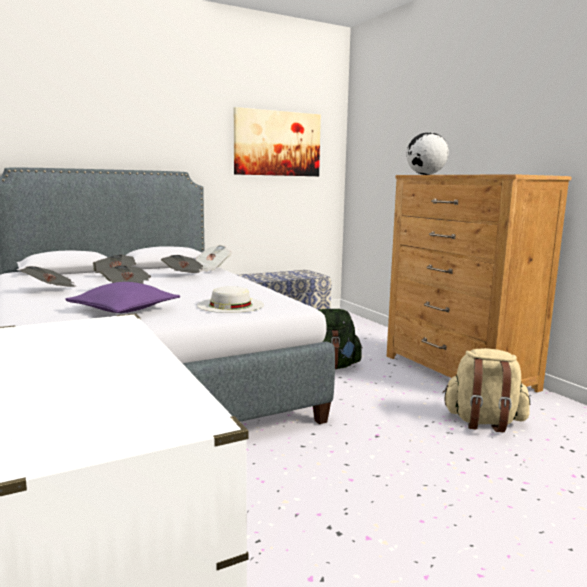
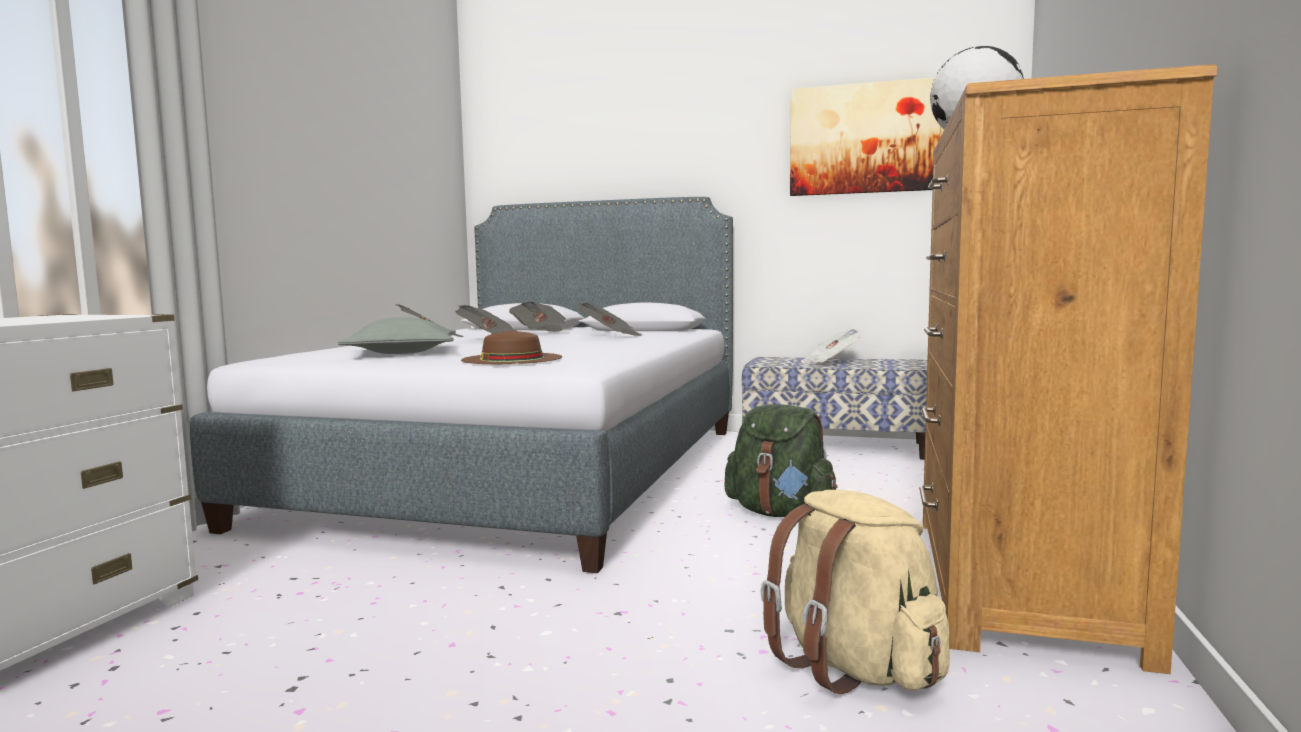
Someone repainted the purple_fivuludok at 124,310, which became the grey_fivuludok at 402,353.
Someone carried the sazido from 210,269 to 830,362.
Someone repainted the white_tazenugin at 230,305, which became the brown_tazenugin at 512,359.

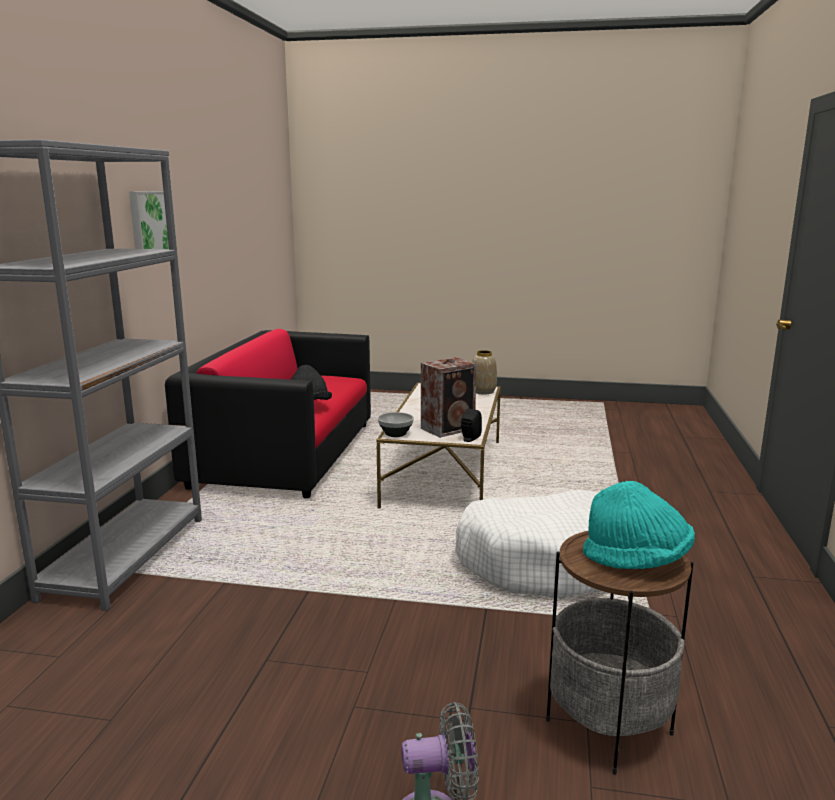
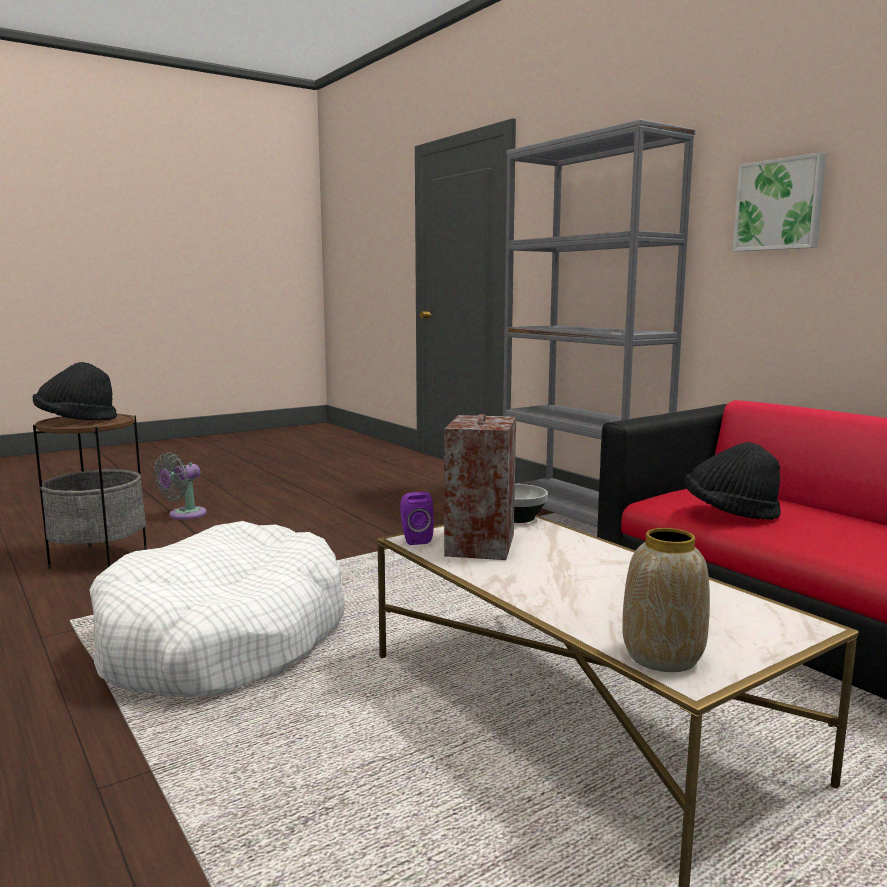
Someone repainted the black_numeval at 469,439, which became the purple_numeval at 415,539.
Someone repainted the turquoise_tazenugin at 636,560, which became the black_tazenugin at 76,421.

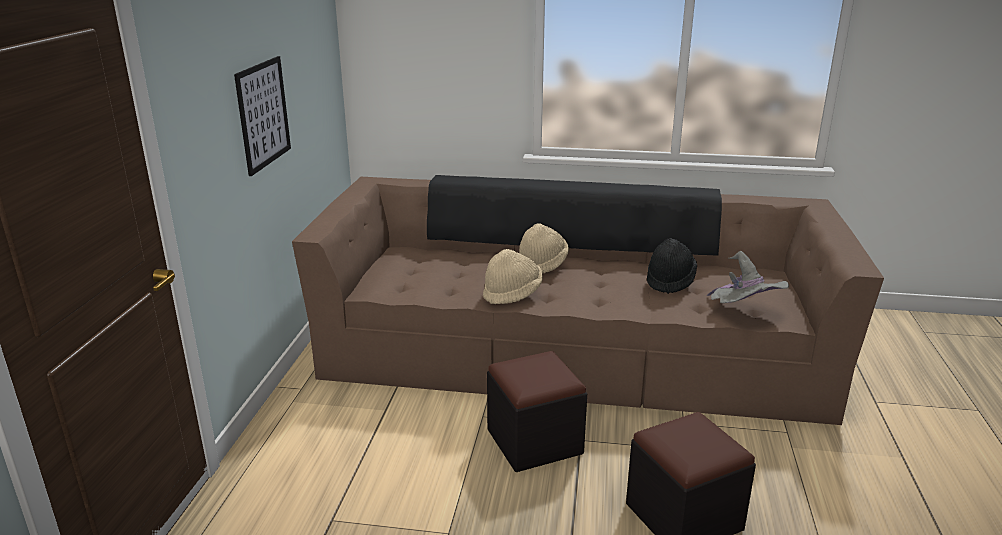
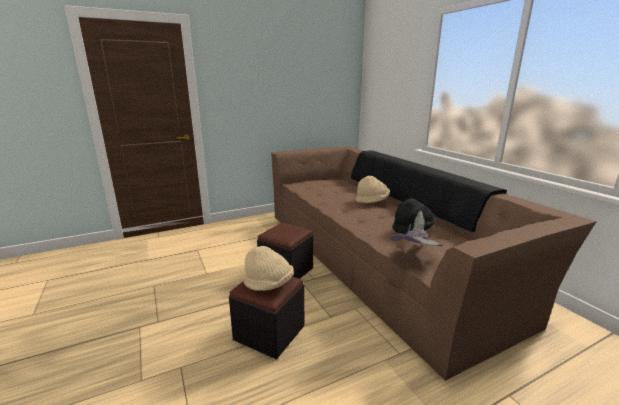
Someone took away the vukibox at 263,114.
Someone carried the beige_tazenugin from 512,294 to 269,284.

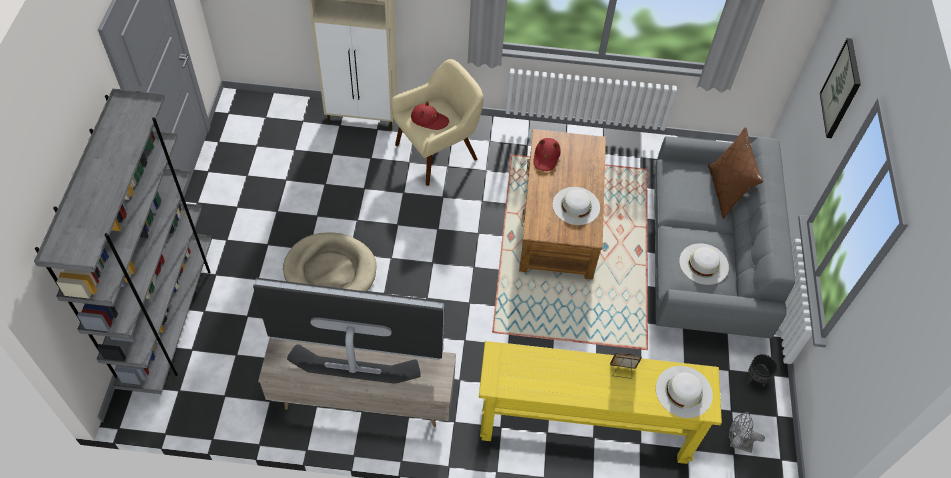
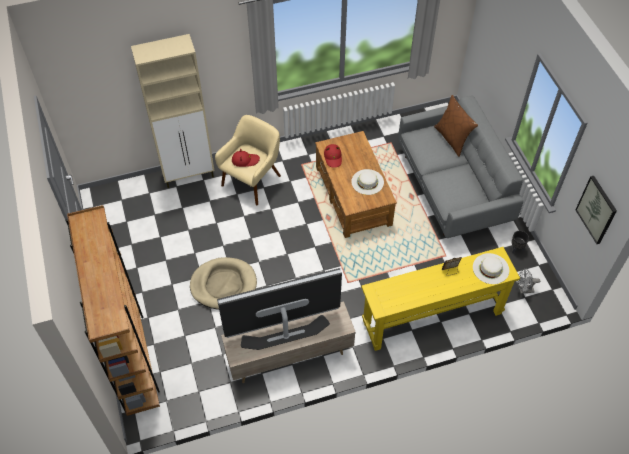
Someone repainted the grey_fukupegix at 170,318, which became the brown_fukupegix at 133,358.
Someone took away the white_tazenugin at 703,264.
Someone carried the vukibox from 841,89 to 597,209.

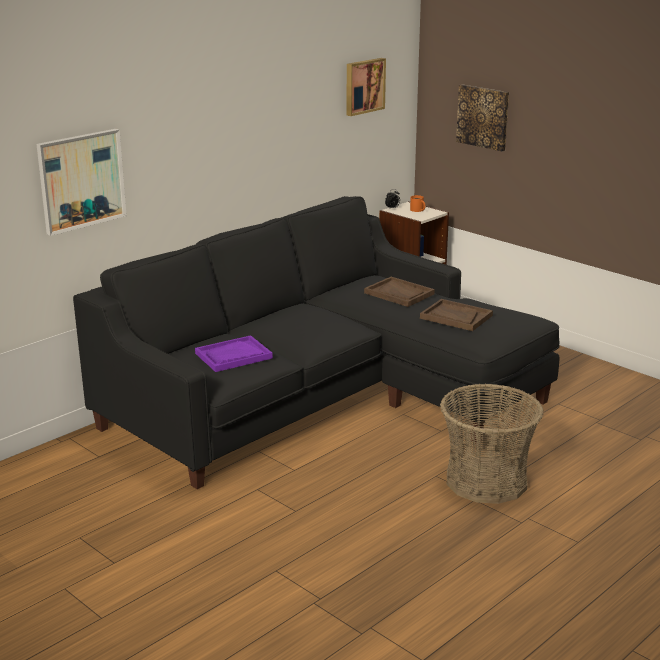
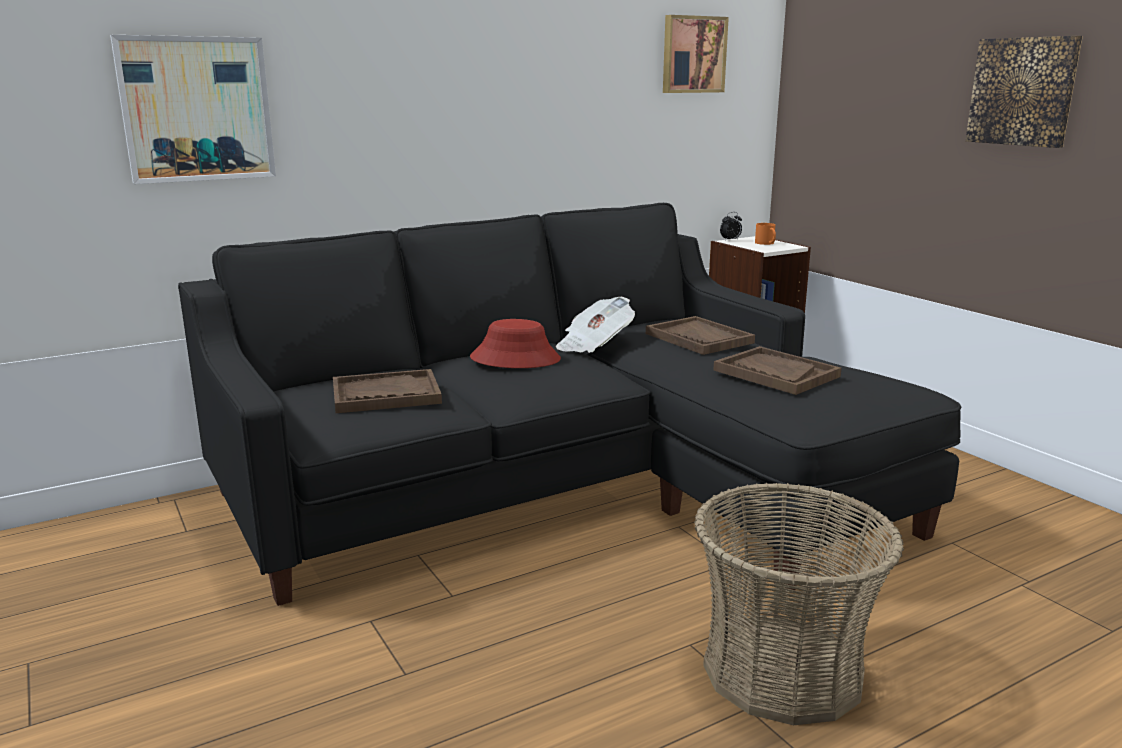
Someone repainted the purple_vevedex at 233,356, which became the brown_vevedex at 385,394.
Someone carried the vukibox from 483,117 to 1023,91.
Someone put down the red_tazenugin at 515,359.
Someone put down the sazido at 594,345.

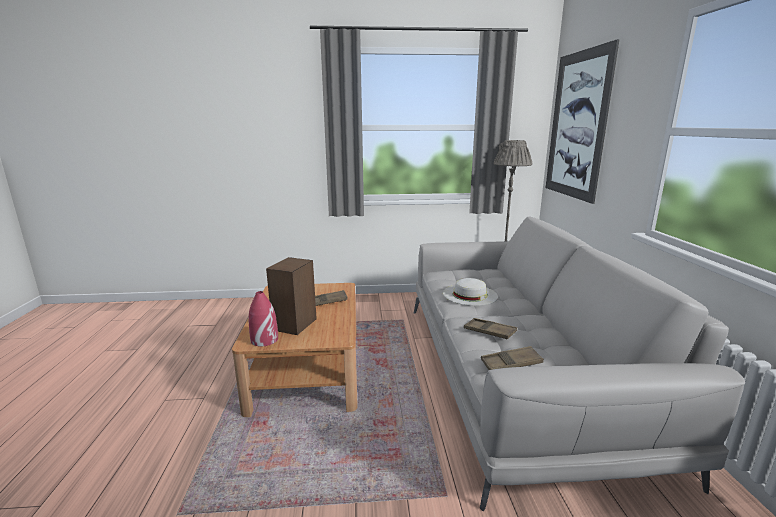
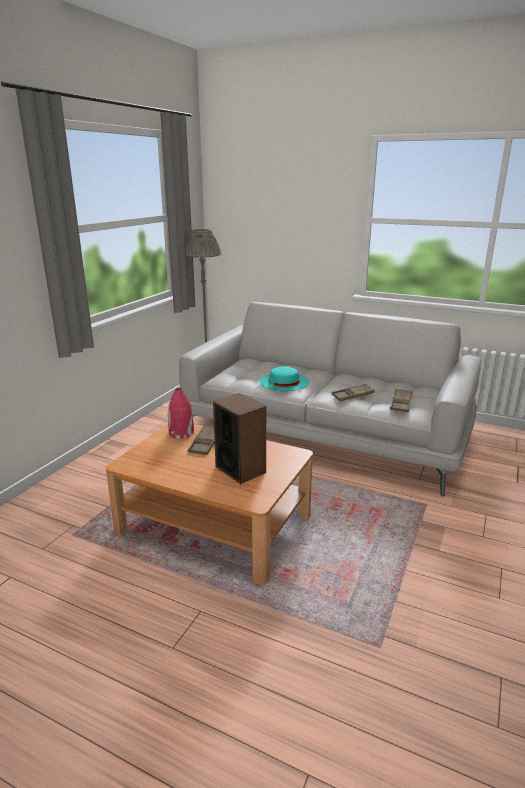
Someone carried the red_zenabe from 264,340 to 181,433.
Someone repainted the white_tazenugin at 470,294, which became the turquoise_tazenugin at 284,381.
Someone took away the vukibox at 577,125.

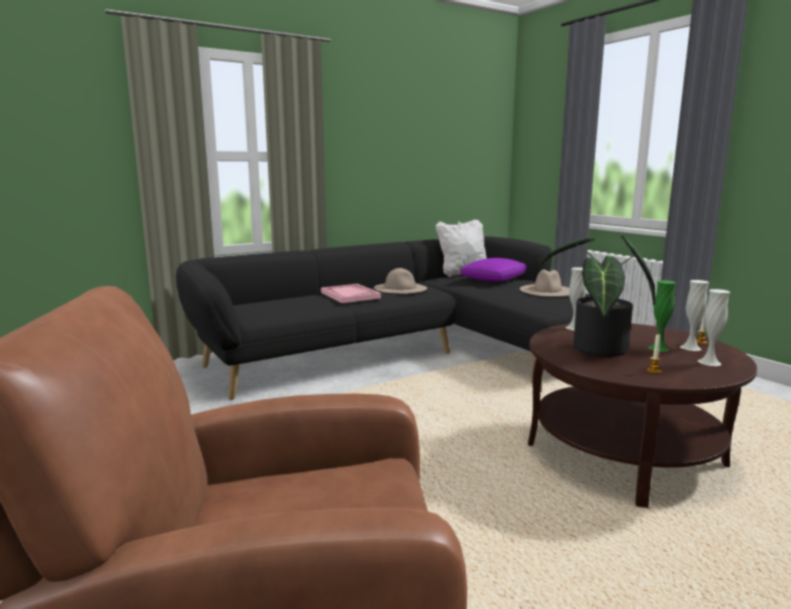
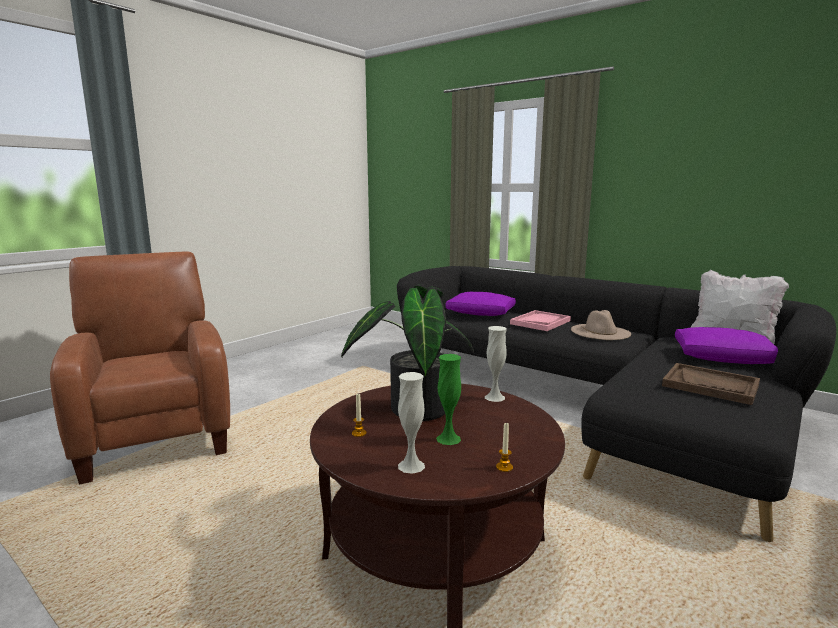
Someone swapped the beige_tazenugin at 547,290 for the brown_vevedex at 710,385.
Someone took away the white_zenabe at 690,347.
Someone put down the purple_fivuludok at 481,313.

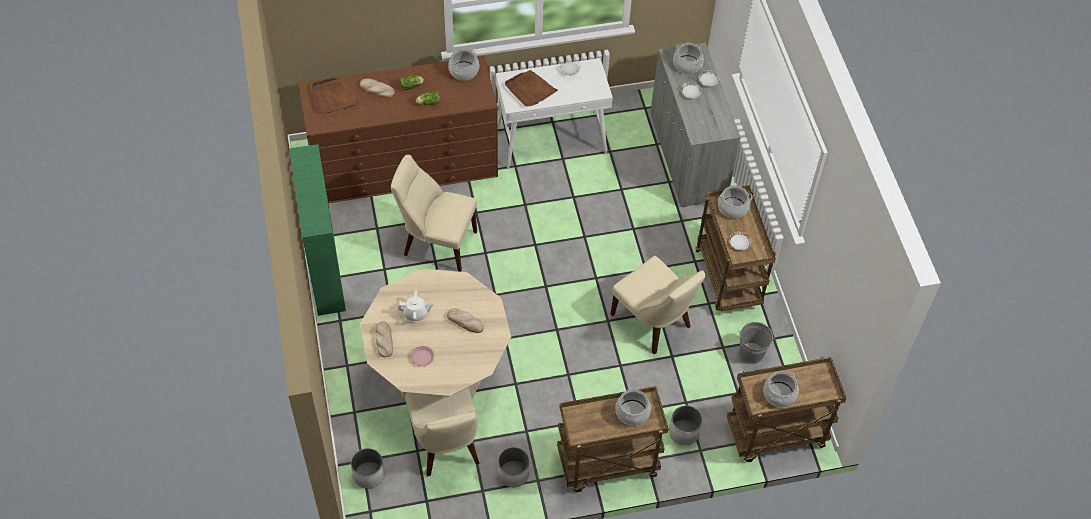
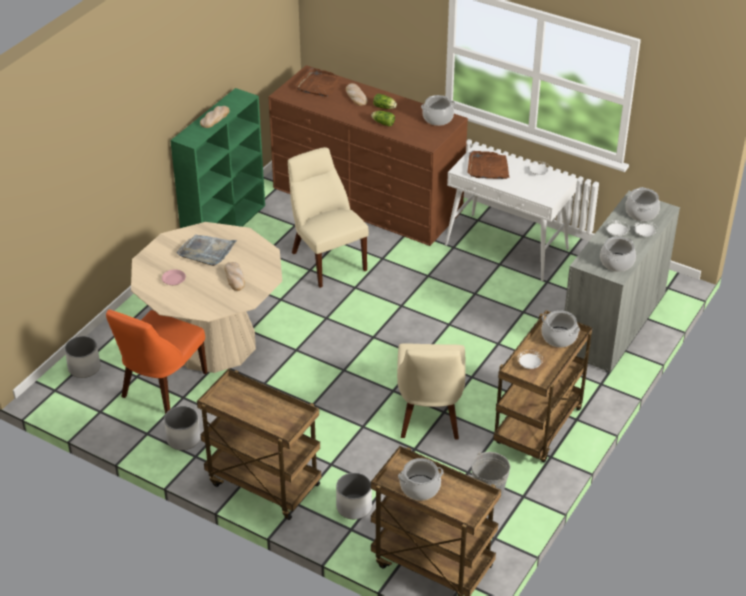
Someone carried the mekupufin from 384,340 to 215,118.
Someone swapped the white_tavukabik at 416,314 for the grey_vevedex at 207,251.
Someone repainted the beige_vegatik at 446,444, which became the orange_vegatik at 161,387.
Someone carried the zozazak from 632,412 to 616,262.

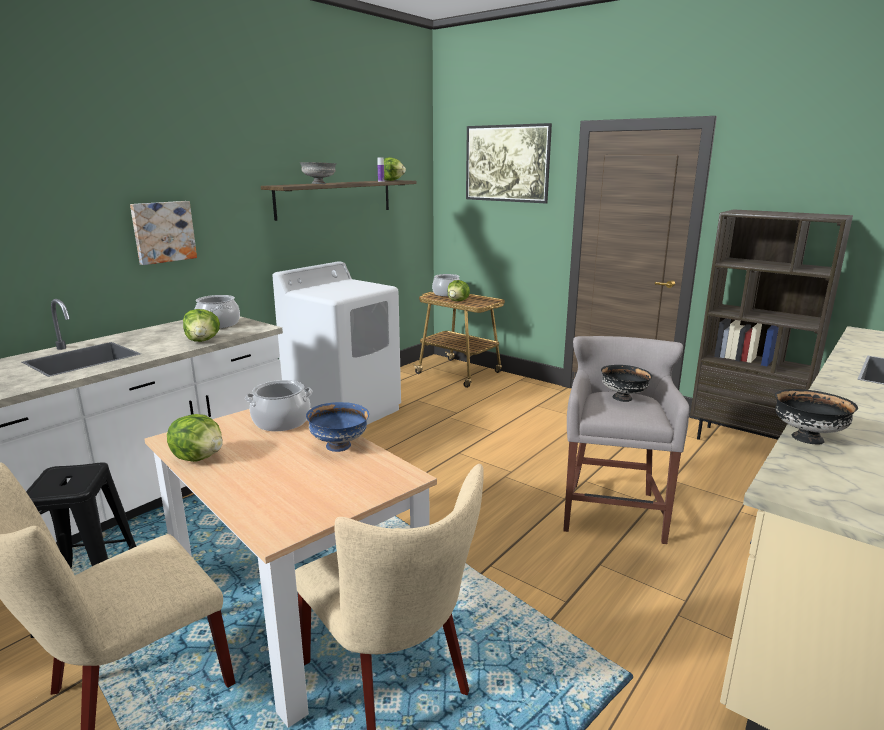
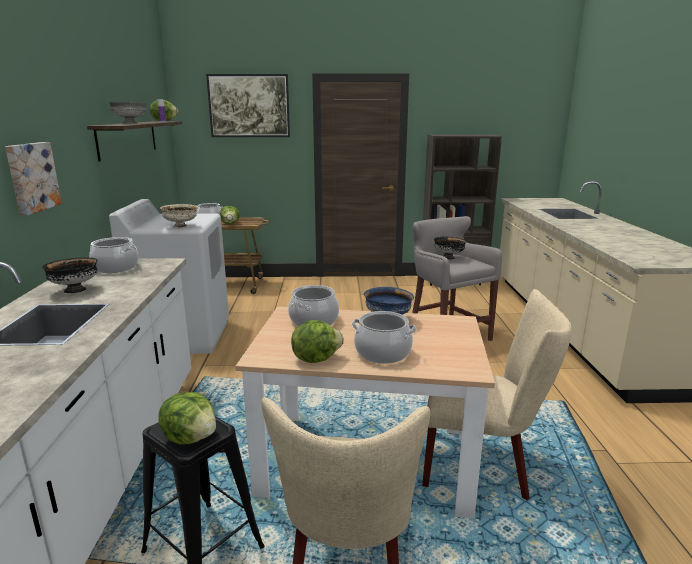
Someone carried the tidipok from 203,341 to 191,437.
Someone carried the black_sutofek from 806,438 to 74,290.
Someone put down the beige_sutofek at 181,227.
Someone put down the zozazak at 382,353.

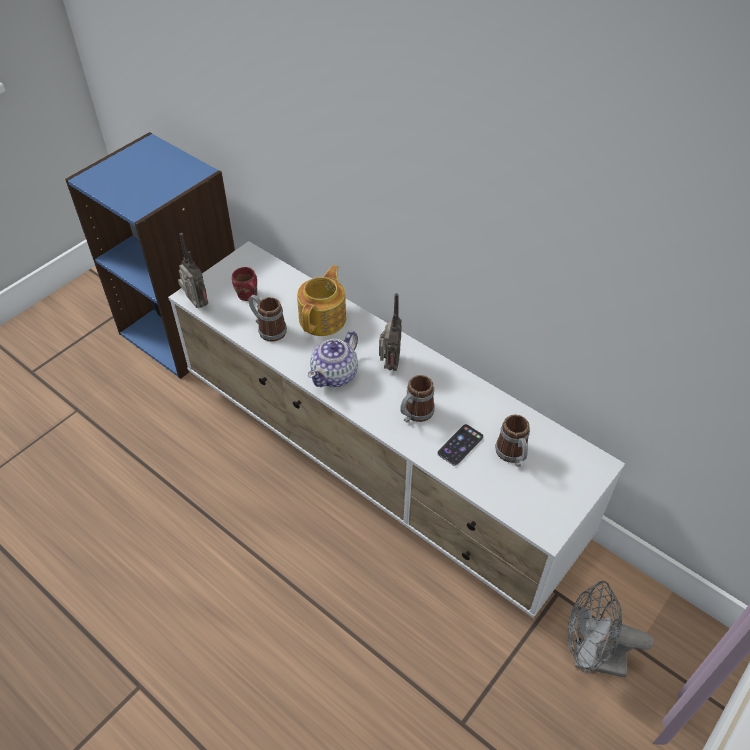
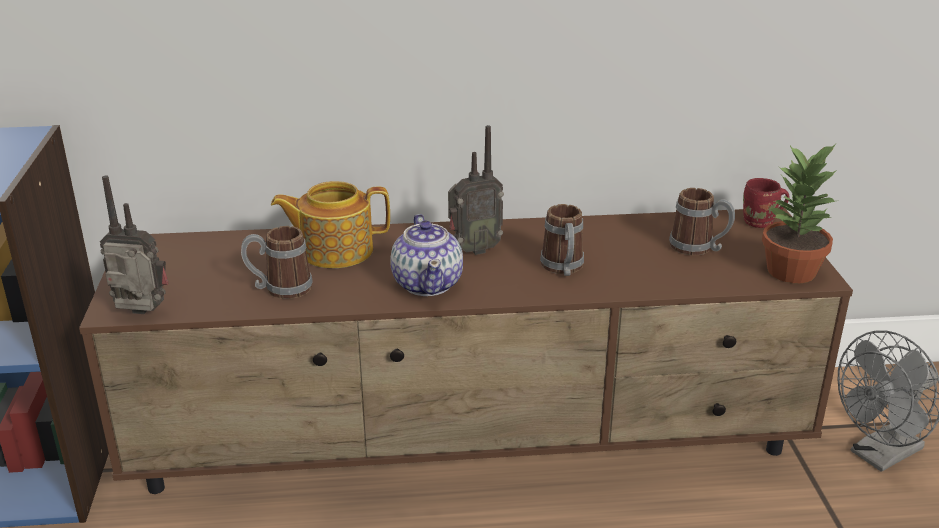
Someone repainted the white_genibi at 377,465, which became the brown_genibi at 473,445.
Someone carried the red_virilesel from 247,296 to 760,223.
Someone rotated the tavukabik at 323,318 by 75 degrees counterclockwise.
Someone rotated the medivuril at 389,366 by 105 degrees clockwise.
Someone took away the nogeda at 460,445.
Someone put down the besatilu at 792,272.

